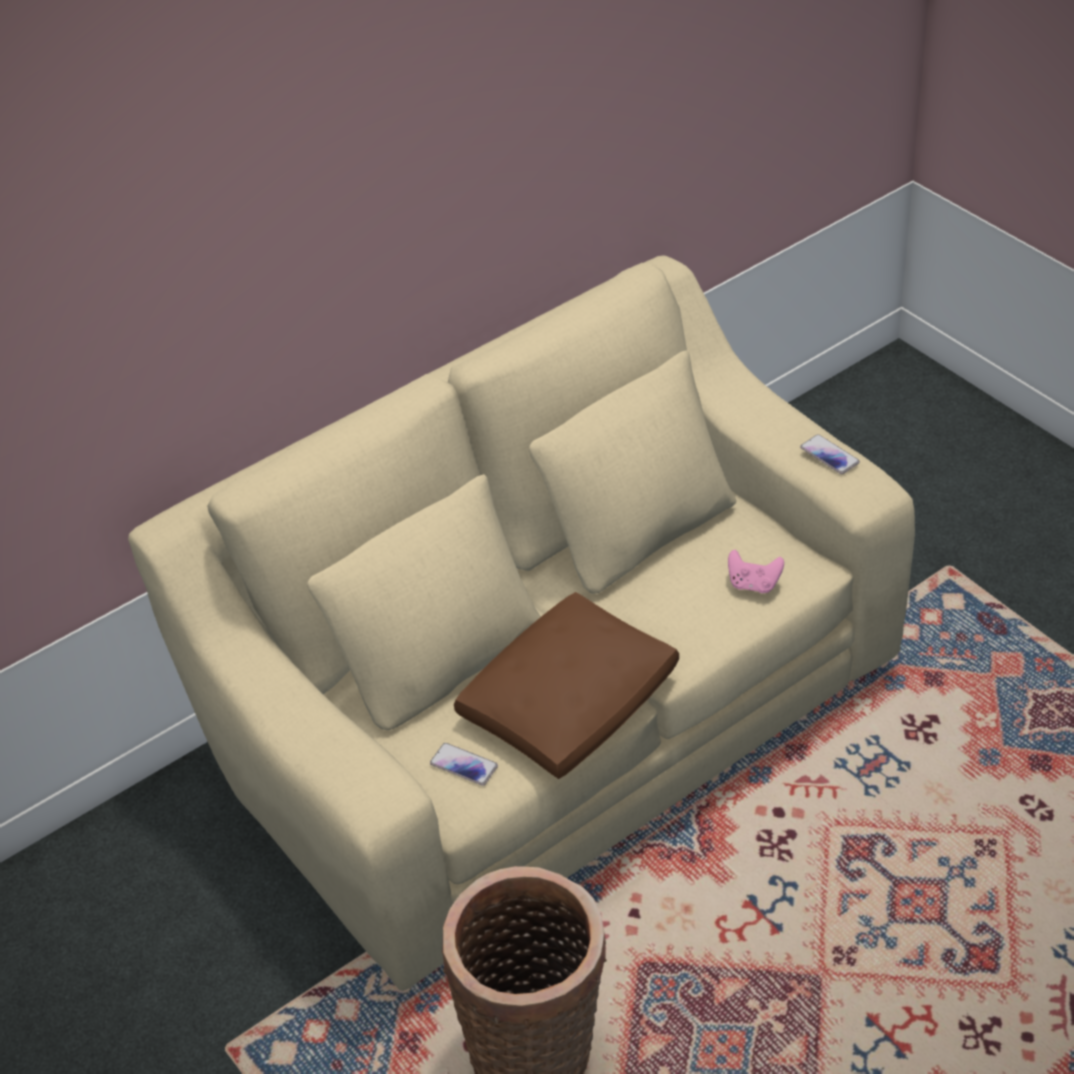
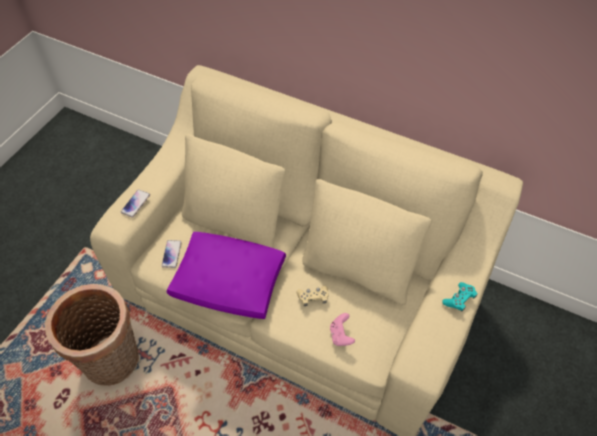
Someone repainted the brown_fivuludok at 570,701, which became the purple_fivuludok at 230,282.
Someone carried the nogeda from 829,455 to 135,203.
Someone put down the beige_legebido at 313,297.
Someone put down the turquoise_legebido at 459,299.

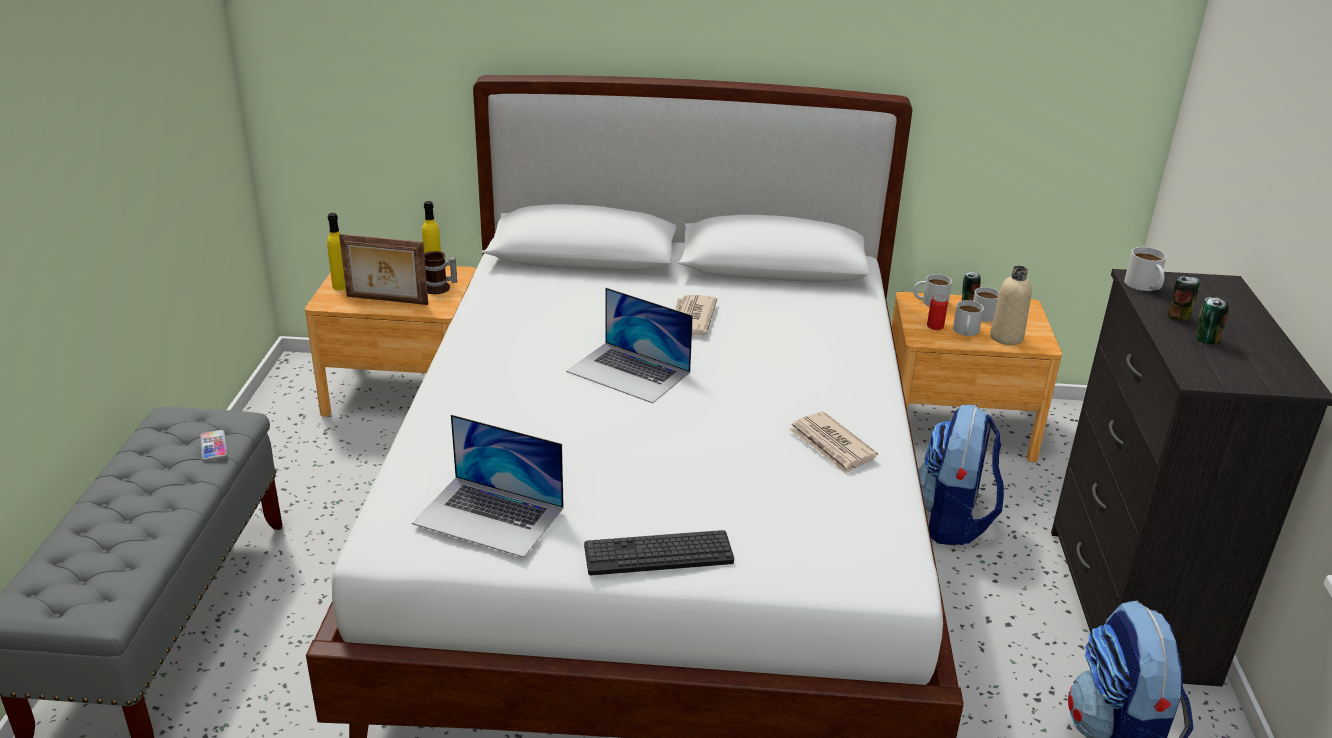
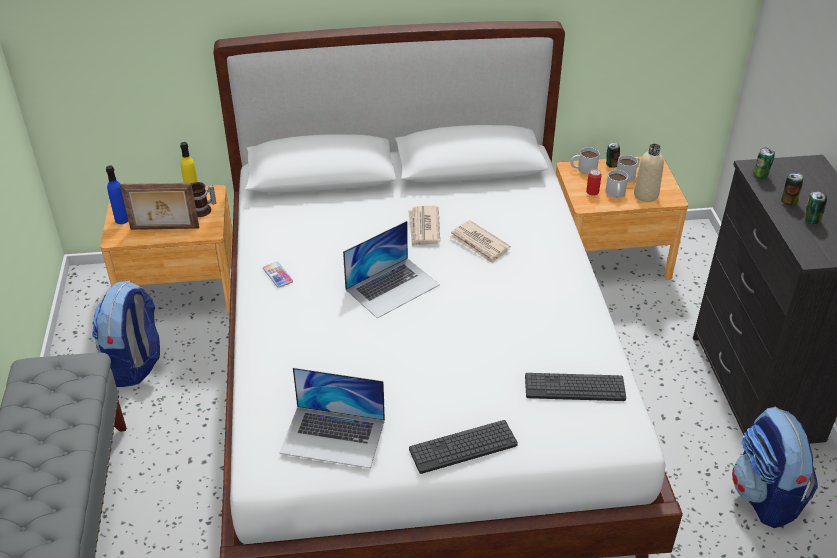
Someone carried the nogeda from 213,446 to 277,275.
Someone repainted the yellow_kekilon at 341,286, which became the blue_kekilon at 122,219.
Someone rotated the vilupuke at 629,372 by 60 degrees counterclockwise.
Someone carried the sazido from 831,446 to 479,244.
Someone carried the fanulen from 953,521 to 136,364.
Someone swapped the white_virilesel at 1145,286 for the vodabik at 760,175.
Someone put down the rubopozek at 574,388.

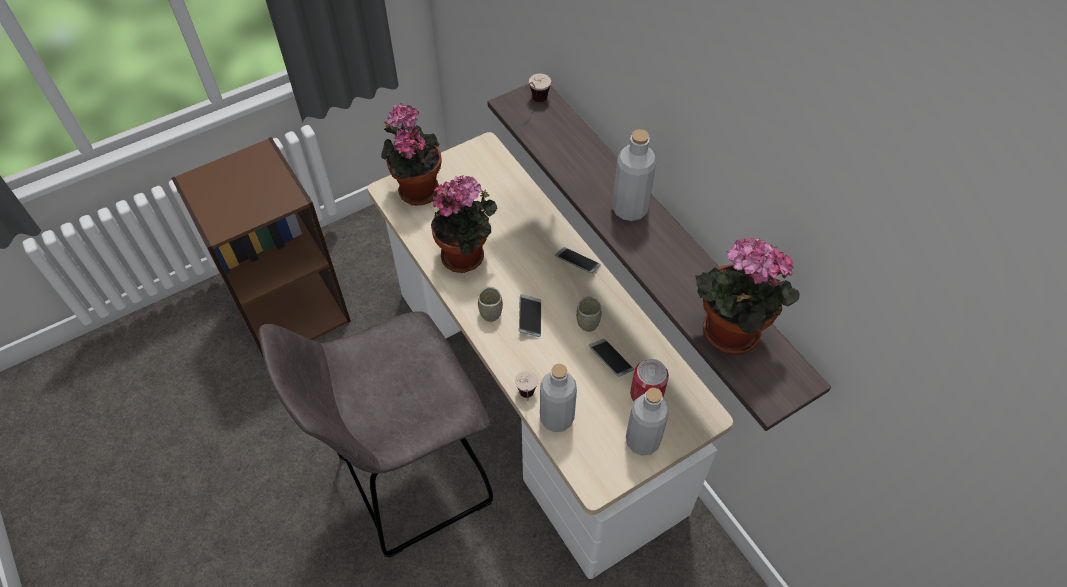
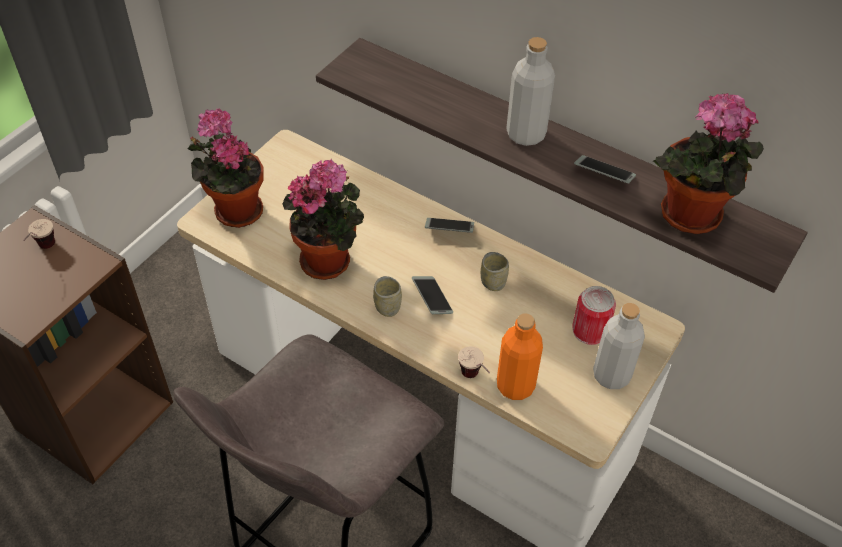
Someone carried the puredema from 535,103 to 43,250.
Someone repainted the grey_kekilon at 556,418, which became the orange_kekilon at 515,386.
Someone carried the nogeda from 610,360 to 604,174.

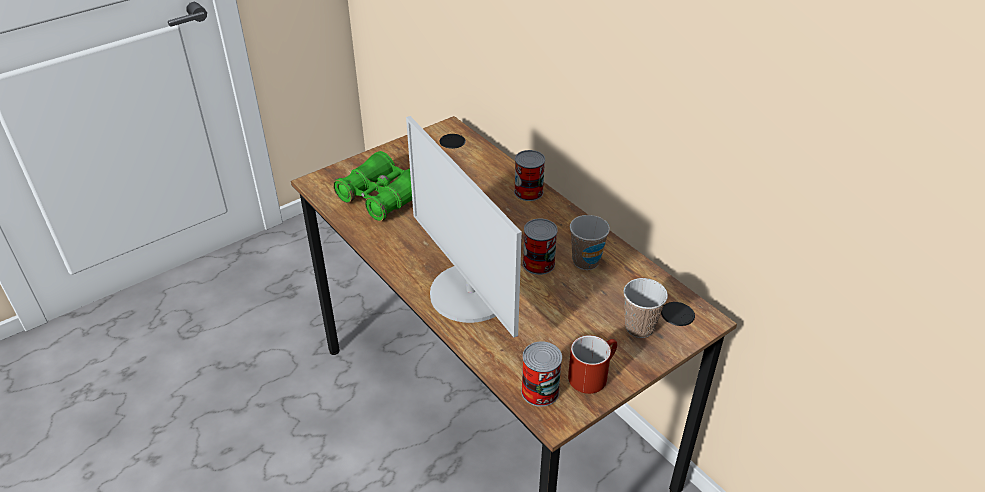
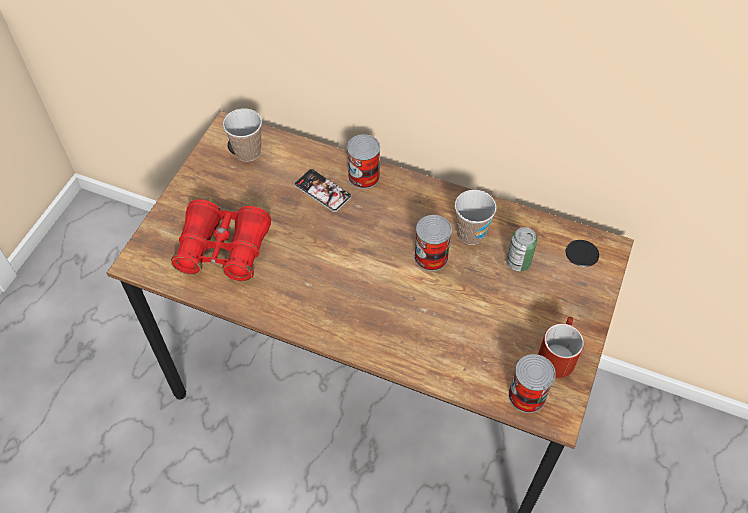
Someone repainted the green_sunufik at 382,198, which became the red_sunufik at 223,250.
Someone took away the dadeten at 470,294.
Someone carried the puredema from 639,327 to 248,152.
Someone put down the nogeda at 322,191.
Someone put down the vodabik at 518,262.

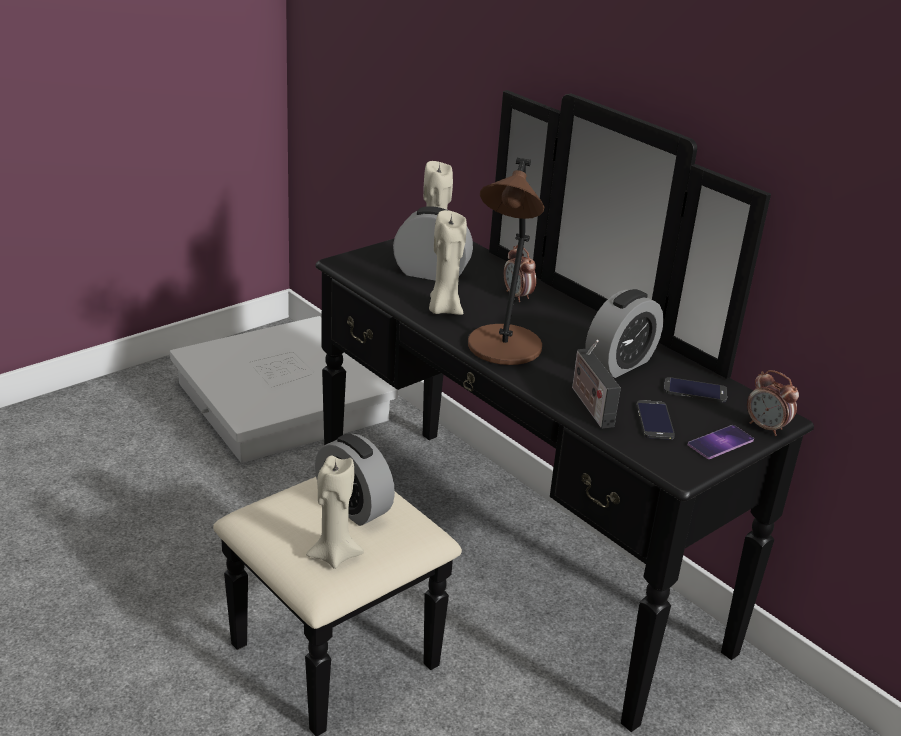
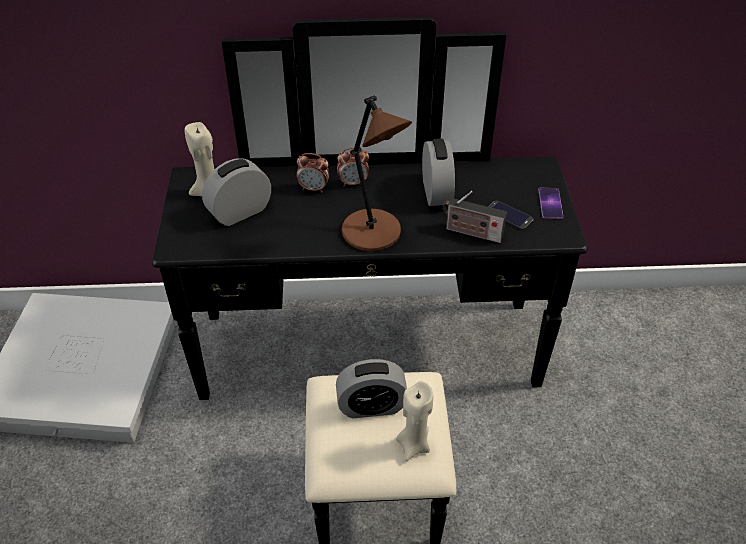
Someone took away the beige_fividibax at 444,309.
Someone took away the nogeda at 695,391.
Someone carried the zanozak from 766,428 to 353,183.

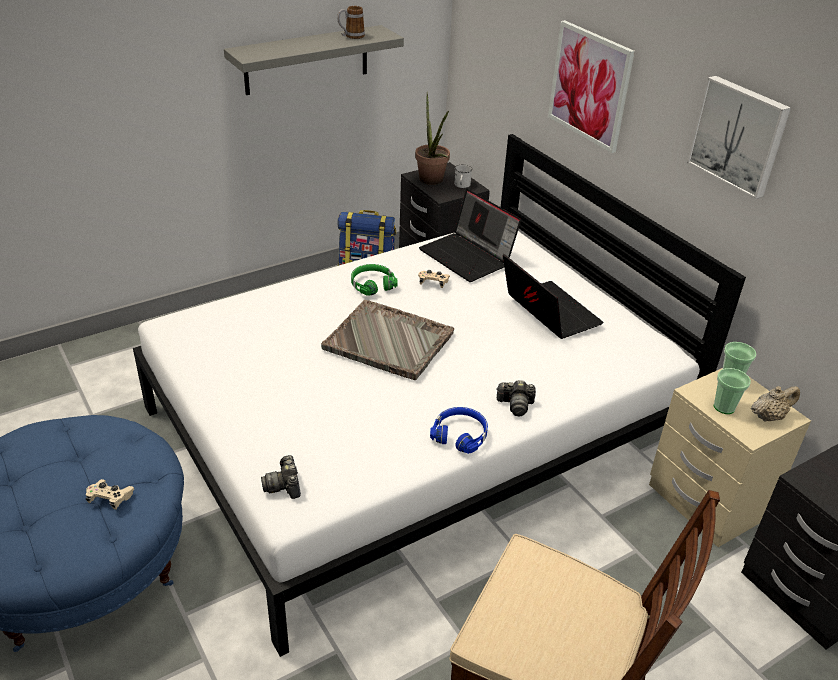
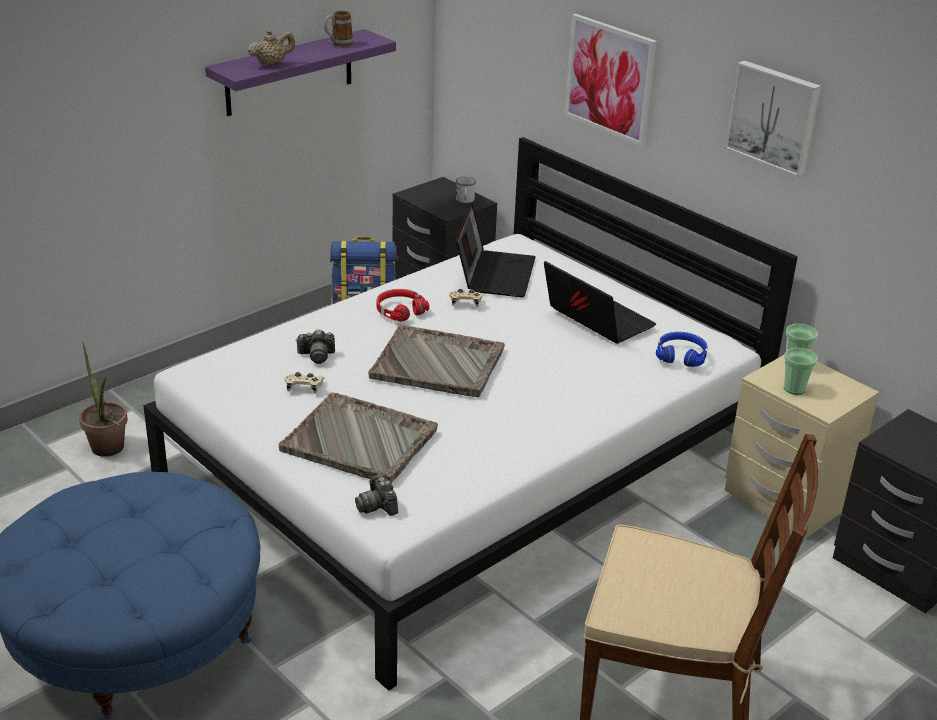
Someone carried the beige_legebido from 110,498 to 304,388.
Someone repainted the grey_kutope at 306,60, which became the purple_kutope at 289,73.
Someone repainted the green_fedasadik at 372,284, which became the red_fedasadik at 400,311.
Someone carried the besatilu from 432,182 to 109,451.
Someone rotated the vilupuke at 468,257 by 120 degrees counterclockwise.
Someone carried the blue_fedasadik from 460,435 to 681,355.
Someone carried the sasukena from 515,405 to 316,355.
Someone carried the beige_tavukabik from 769,416 to 272,64.
Someone put down the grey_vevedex at 360,441.

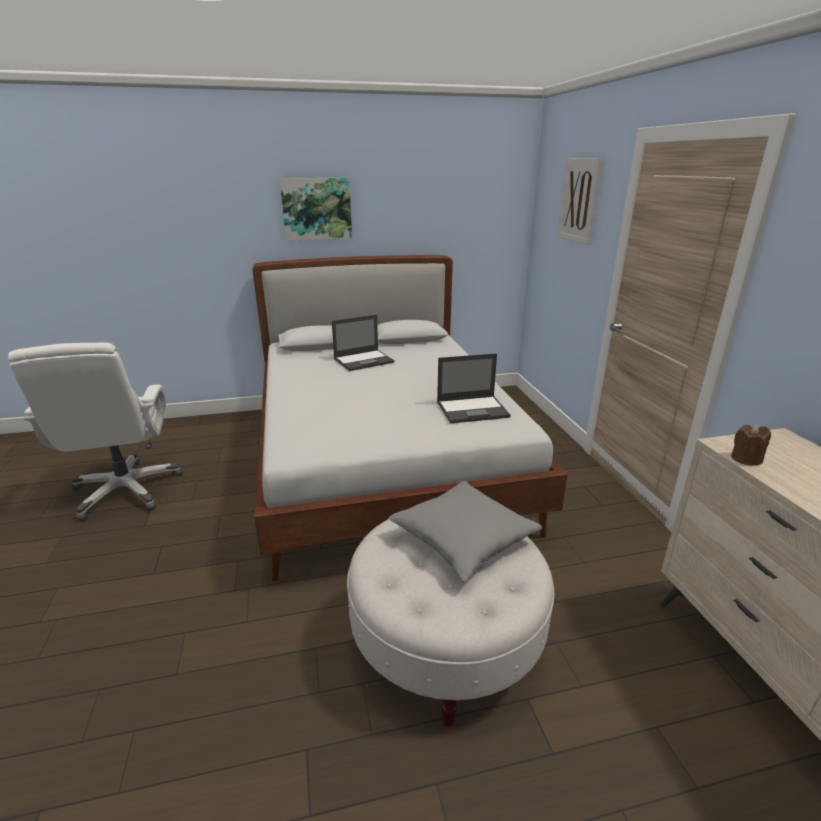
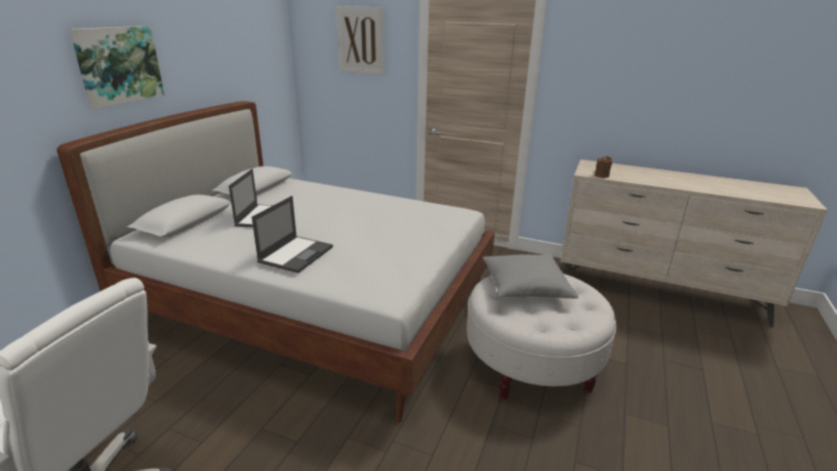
Someone carried the vilupuke from 473,409 to 296,254.

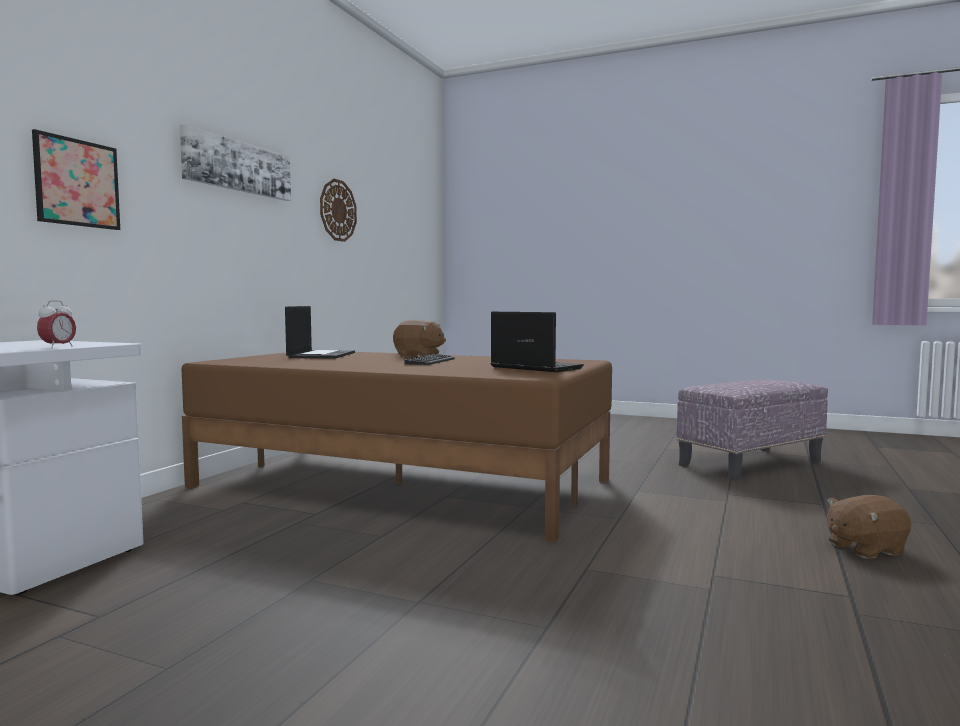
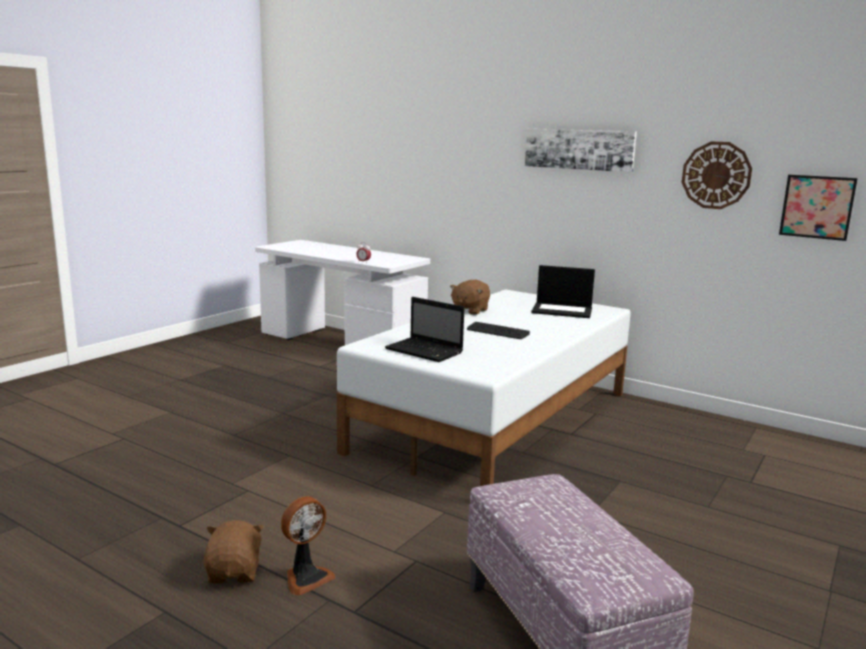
Someone carried the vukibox from 77,183 to 817,207.
Someone repainted the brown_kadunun at 401,483, which became the white_kadunun at 497,421.
Someone carried the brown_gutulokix from 418,355 to 469,310.
Someone rotated the vilupuke at 534,368 by 75 degrees clockwise.
Someone put down the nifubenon at 306,577.

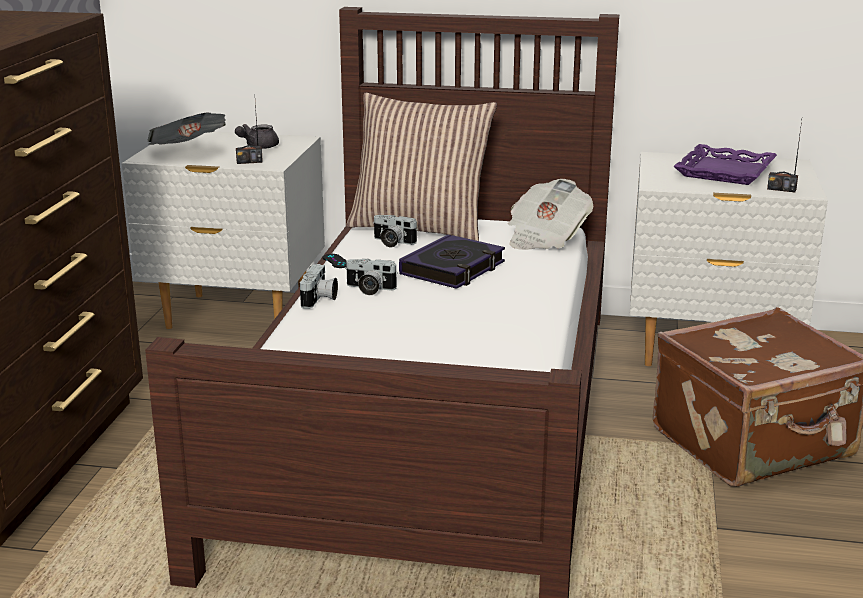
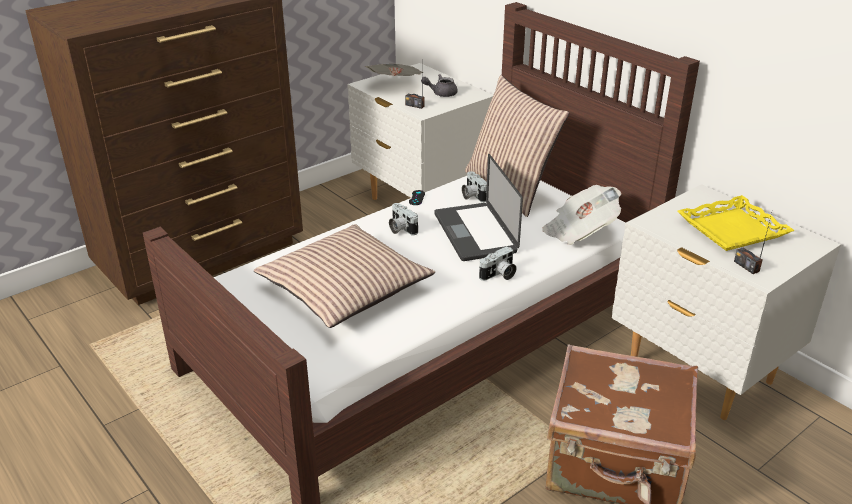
Someone carried the sasukena from 319,299 to 499,275.
Someone swapped the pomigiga at 453,269 for the vilupuke at 475,233.
Someone repainted the purple_vevedex at 724,171, which became the yellow_vevedex at 731,229.
Someone put down the fivuludok at 344,288.

